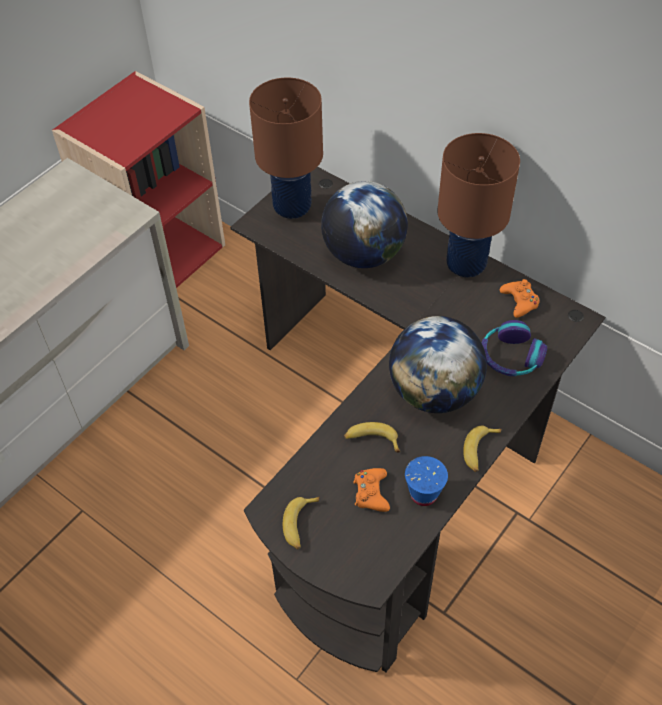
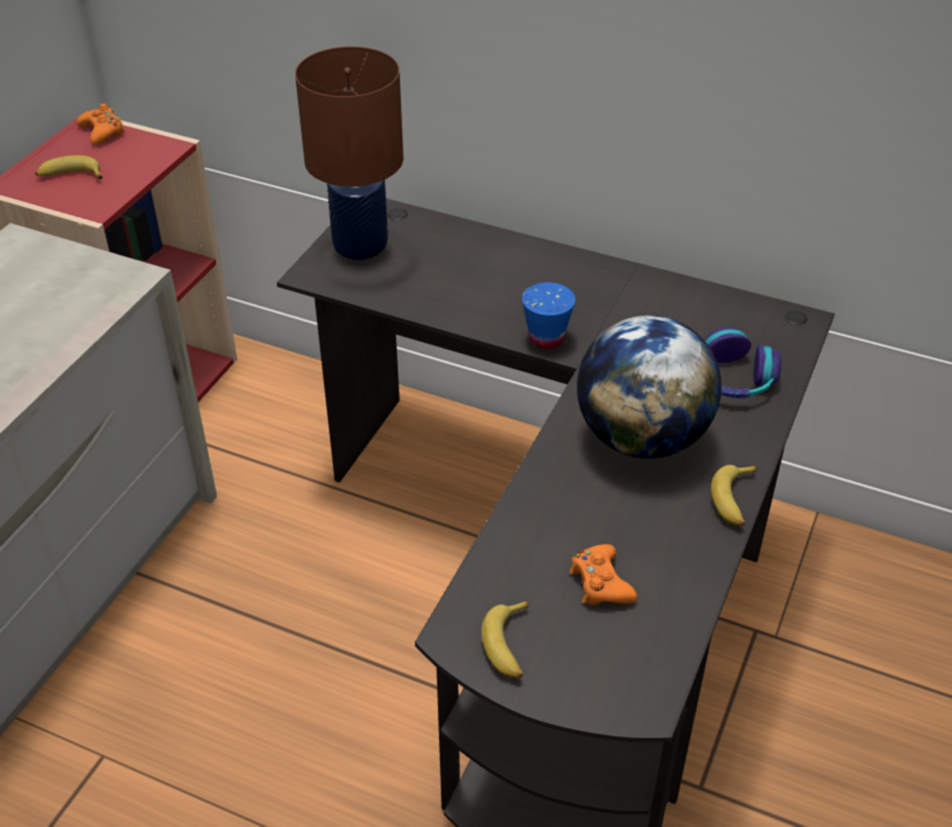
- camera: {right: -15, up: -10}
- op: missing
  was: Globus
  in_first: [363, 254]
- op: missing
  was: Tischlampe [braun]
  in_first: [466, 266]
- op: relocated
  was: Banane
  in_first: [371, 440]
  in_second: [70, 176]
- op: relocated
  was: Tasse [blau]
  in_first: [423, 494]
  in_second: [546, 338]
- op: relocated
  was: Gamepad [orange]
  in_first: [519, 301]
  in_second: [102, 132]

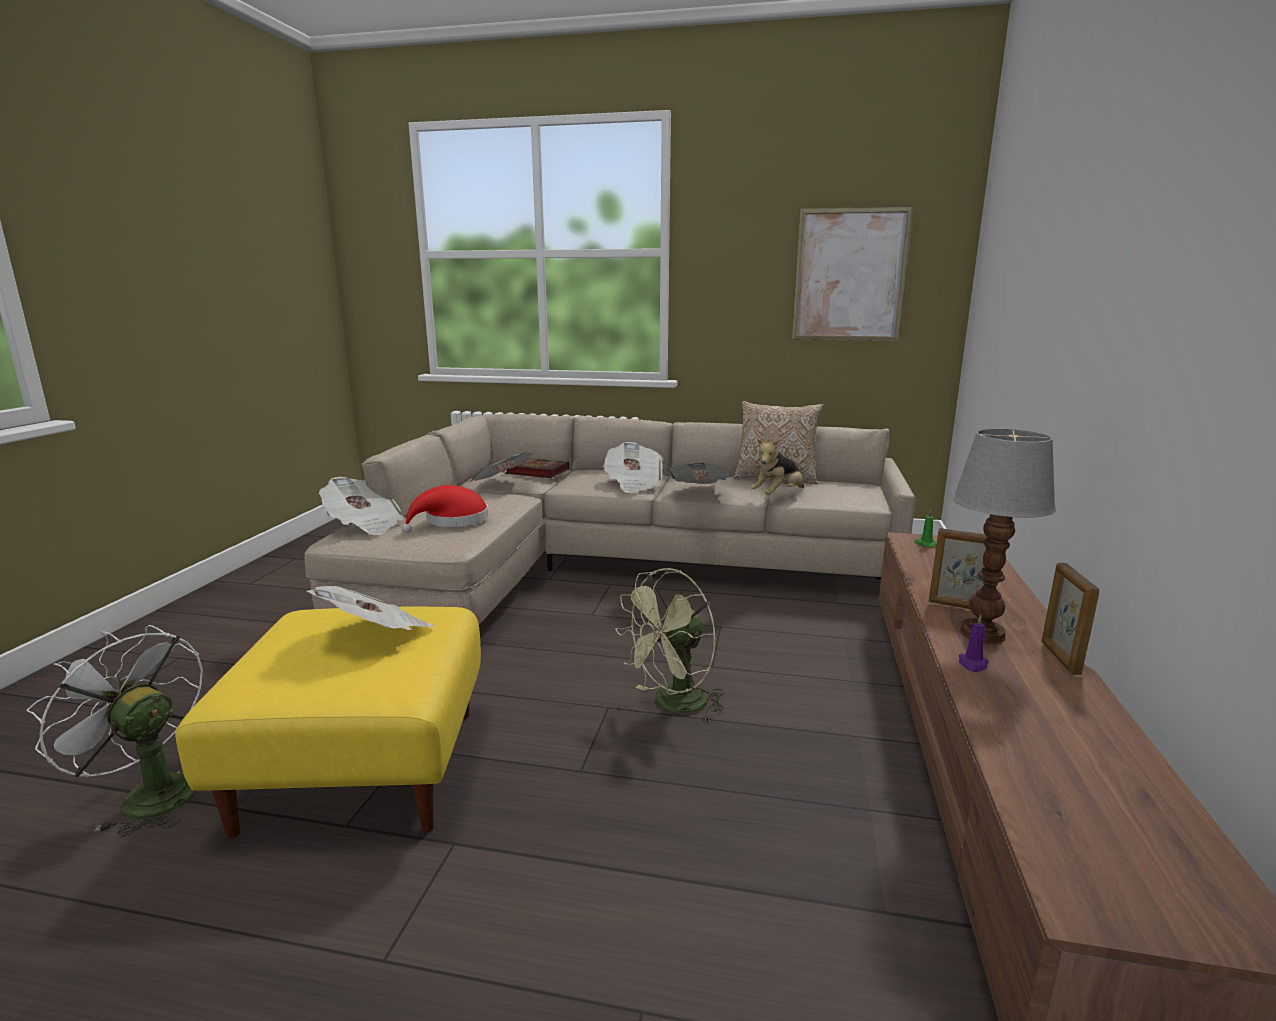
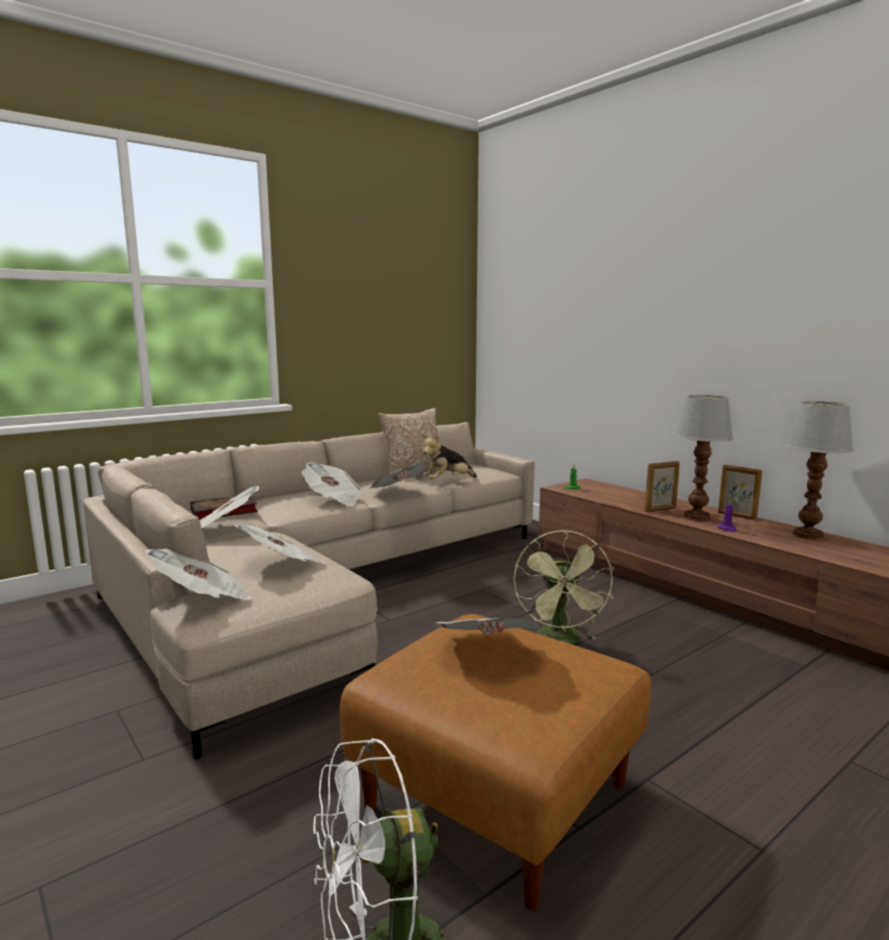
- camera: {right: -50, up: -5}
- op: missing
  was: Bild
  in_first: [850, 275]
- op: appeared
  now: Tischlampe
  in_second: [806, 535]
- op: exchanged
  was: Hut [rot]
  now: Zeitung
  in_first: [452, 521]
  in_second: [282, 565]
- op: colour
  was: Polsterhocker [gelb]
  now: Polsterhocker [braun]
  in_first: [361, 767]
  in_second: [494, 796]
- op: spun
  was: Plüschtier
  in_first: [778, 495]
  in_second: [448, 482]
  clockwise: 60

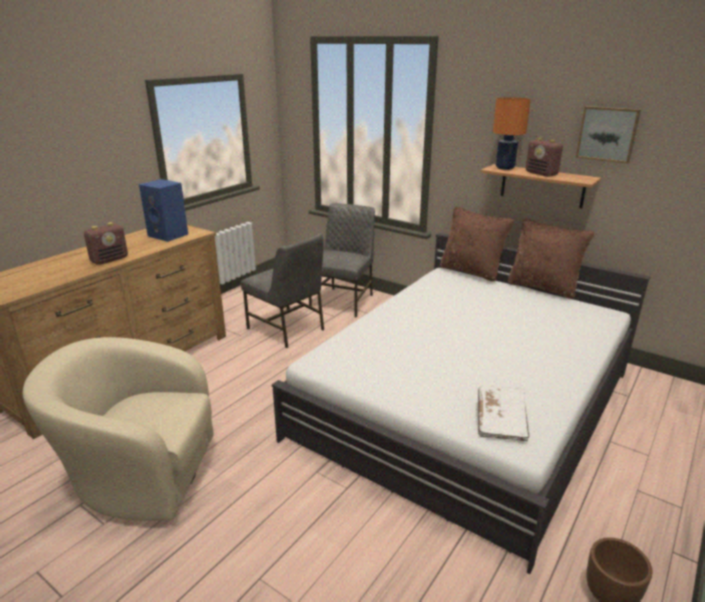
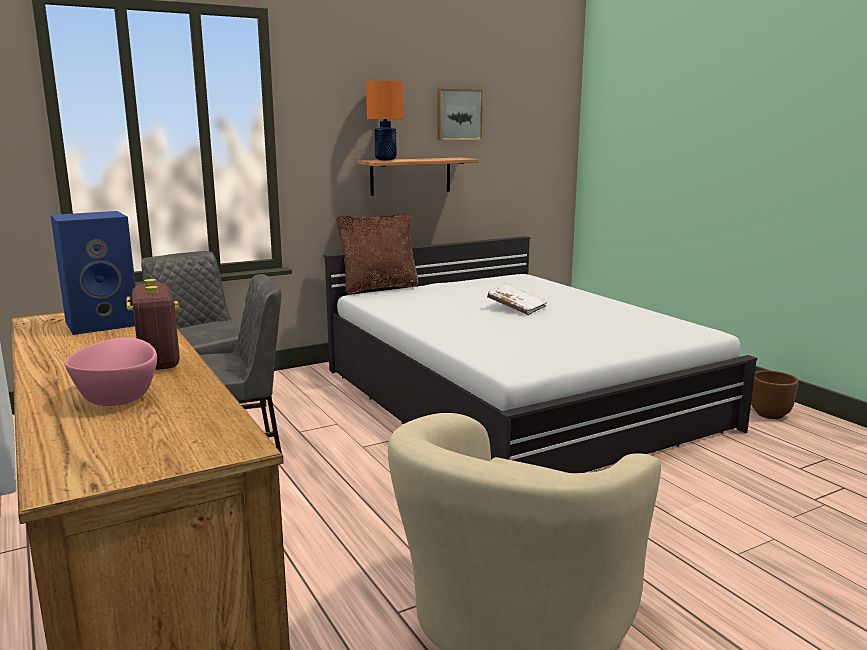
- camera: {right: -65, up: -10}
- op: missing
  was: Kissen [braun]
  in_first: [543, 289]
- op: missing
  was: Radio
  in_first: [541, 174]
- op: appeared
  now: Schüssel [rosa]
  in_second: [119, 396]
- op: relocated
  was: Buch [weiß]
  in_first: [501, 421]
  in_second: [516, 308]

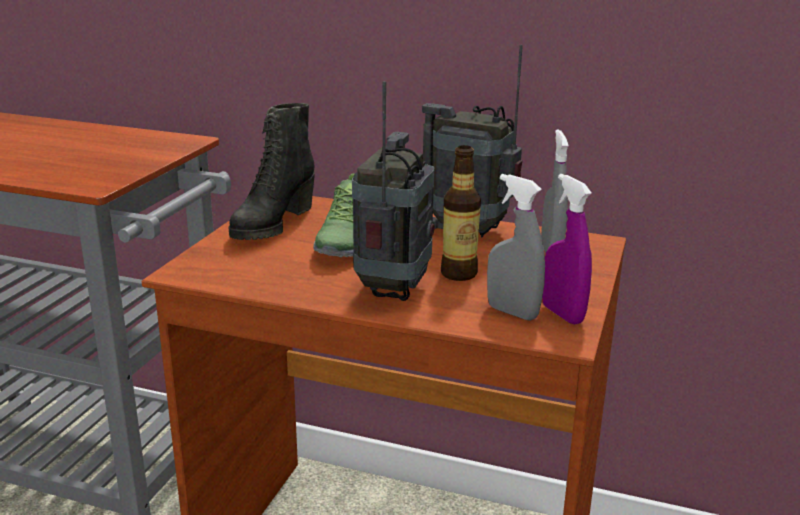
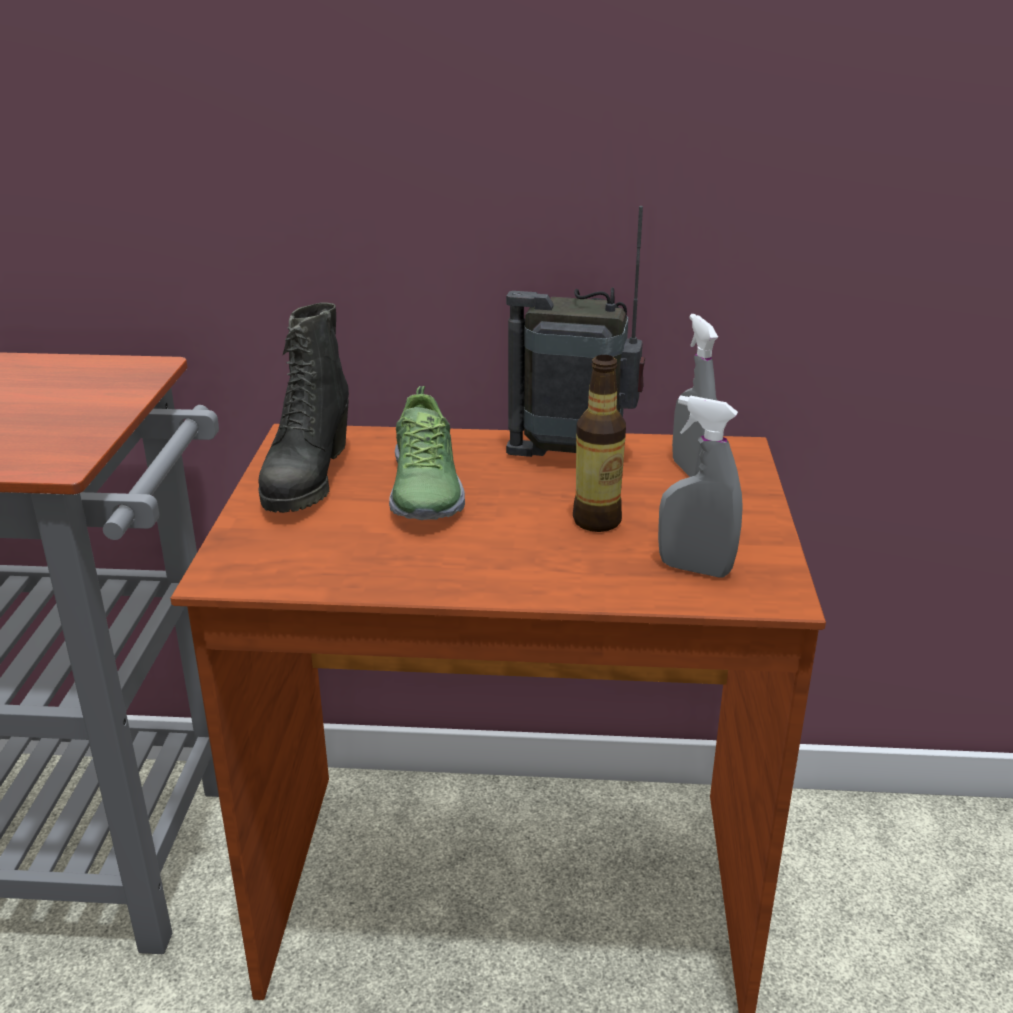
- camera: {right: -15, up: 5}
- op: missing
  was: Radio
  in_first: [393, 289]
- op: missing
  was: Sprühflasche [lila]
  in_first: [562, 314]

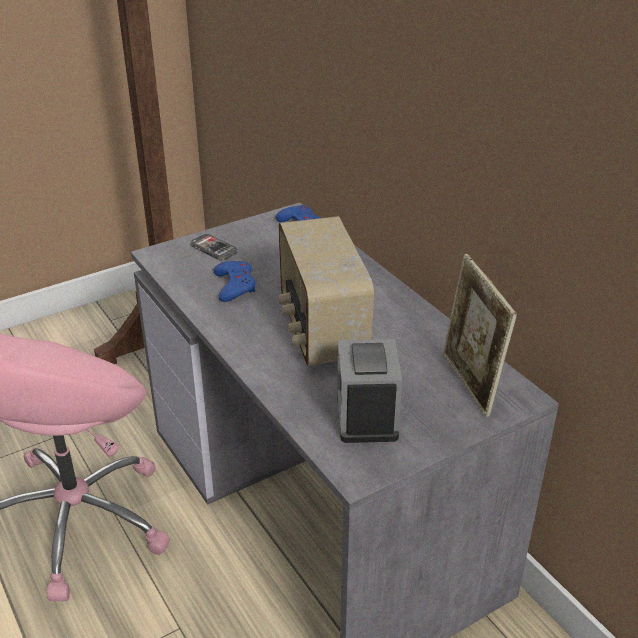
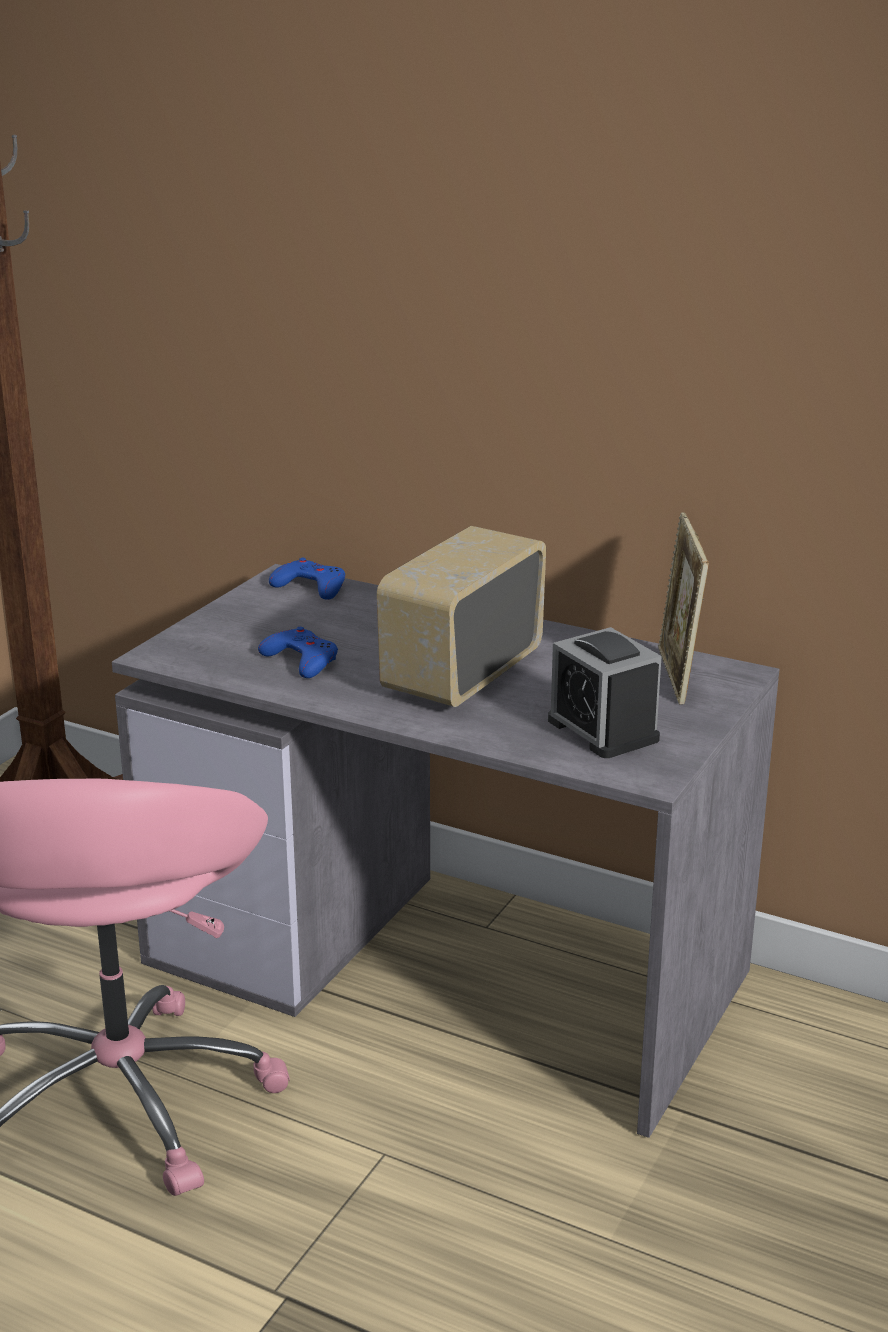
- camera: {right: -30, up: -10}
- op: missing
  was: Handy
  in_first: [214, 249]
- op: spun
  was: Radio
  in_first: [321, 330]
  in_second: [461, 674]
  clockwise: 75
- op: spun
  was: Bilderrahmen
  in_first: [470, 384]
  in_second: [677, 676]
  clockwise: 45

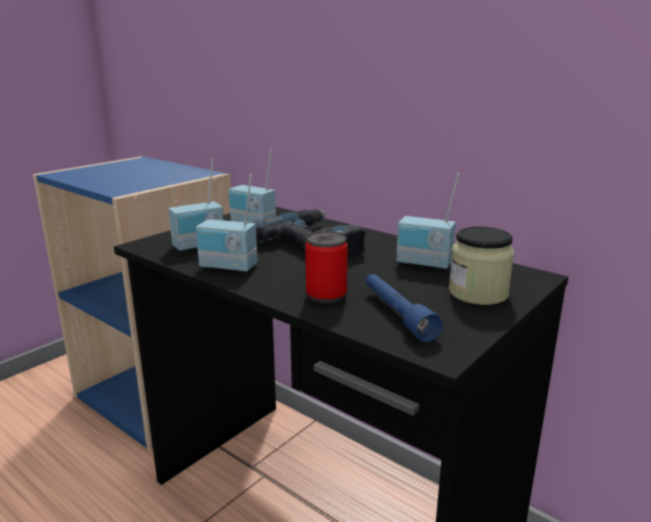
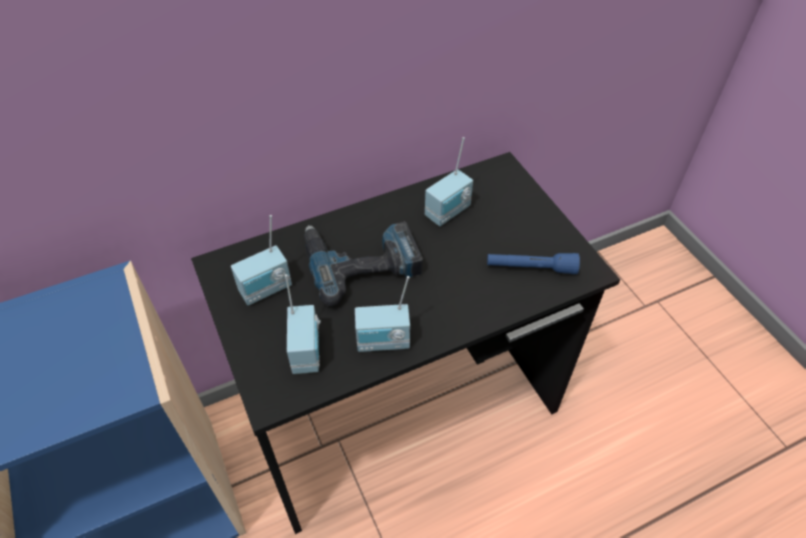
- camera: {right: -65, up: 30}
- op: missing
  was: Dose
  in_first: [326, 295]
- op: missing
  was: Vorratsglas
  in_first: [478, 293]
- op: spun
  was: Radio
  in_first: [227, 267]
  in_second: [383, 342]
  clockwise: 45

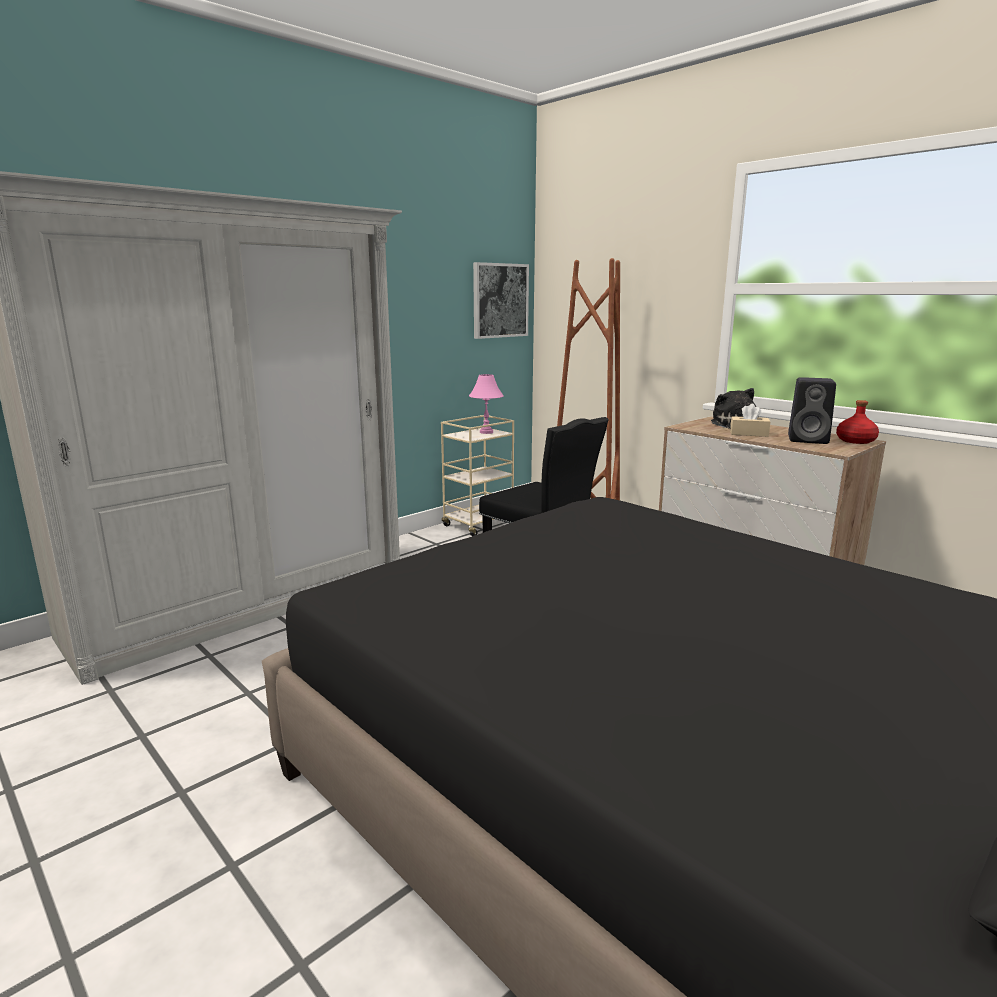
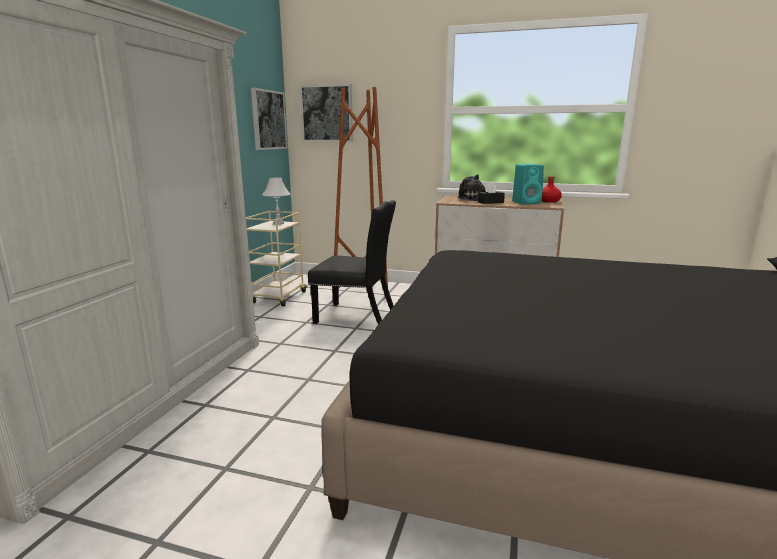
- camera: {right: -30, up: 0}
- op: appeared
  now: Bild
  in_second: [327, 113]
- op: colour
  was: Tischlampe [rosa]
  now: Tischlampe [weiß]
  in_first: [486, 432]
  in_second: [278, 223]
- op: colour
  was: Taschentuchbox [beige]
  now: Taschentuchbox [schwarz]
  in_first: [749, 434]
  in_second: [490, 202]
- op: colour
  was: Lautsprecher [schwarz]
  now: Lautsprecher [türkis]
  in_first: [809, 440]
  in_second: [527, 202]

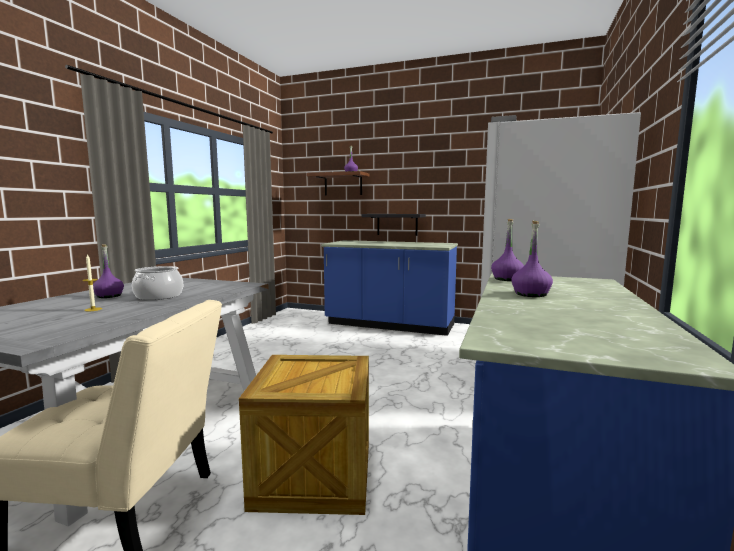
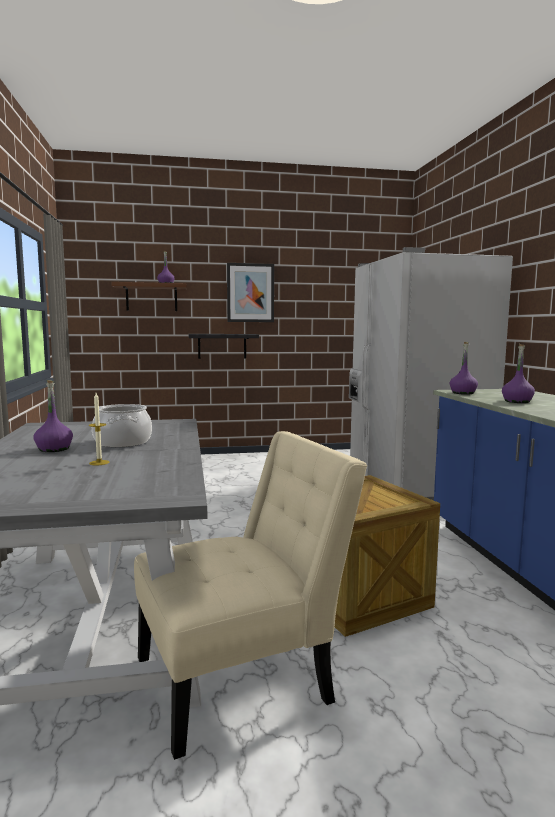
- camera: {right: -30, up: 0}
- op: missing
  was: Küchenzeile [blau]
  in_first: [389, 325]
- op: appeared
  now: Bild
  in_second: [250, 293]

